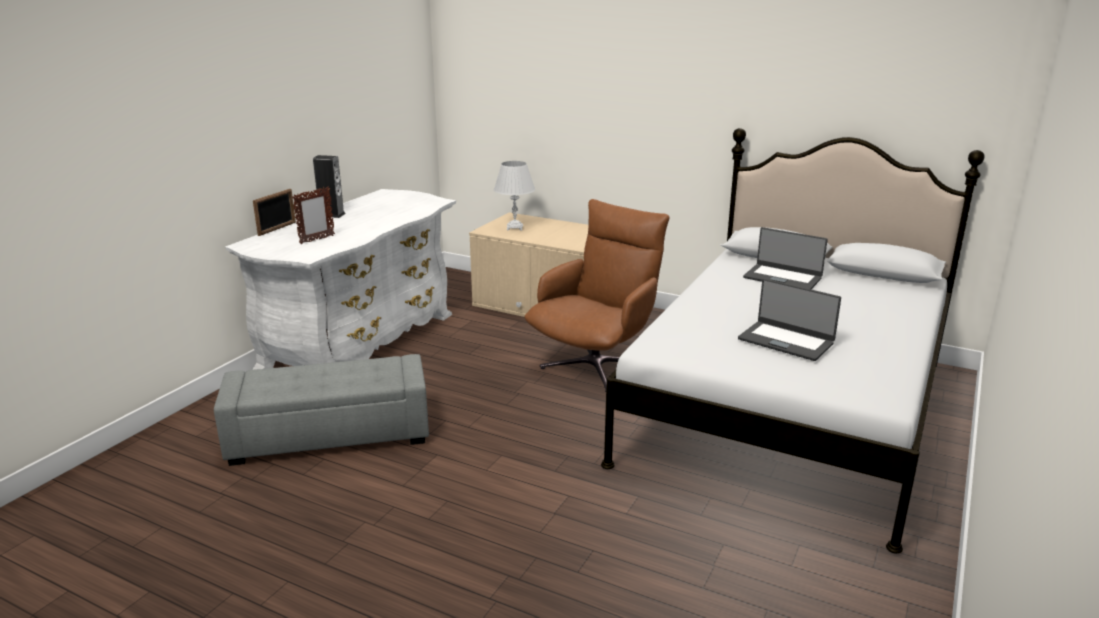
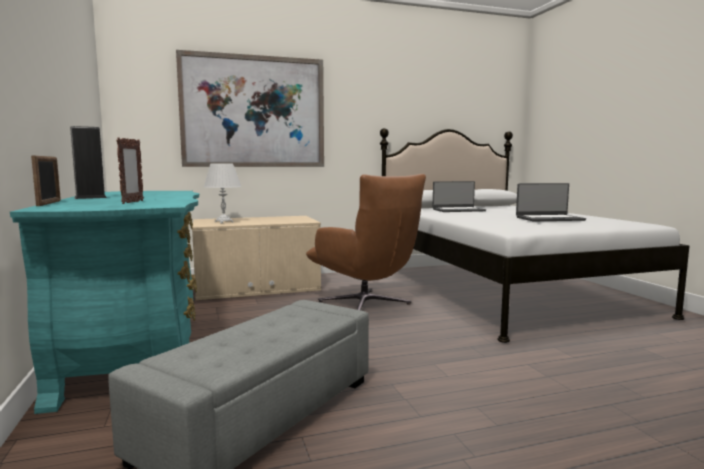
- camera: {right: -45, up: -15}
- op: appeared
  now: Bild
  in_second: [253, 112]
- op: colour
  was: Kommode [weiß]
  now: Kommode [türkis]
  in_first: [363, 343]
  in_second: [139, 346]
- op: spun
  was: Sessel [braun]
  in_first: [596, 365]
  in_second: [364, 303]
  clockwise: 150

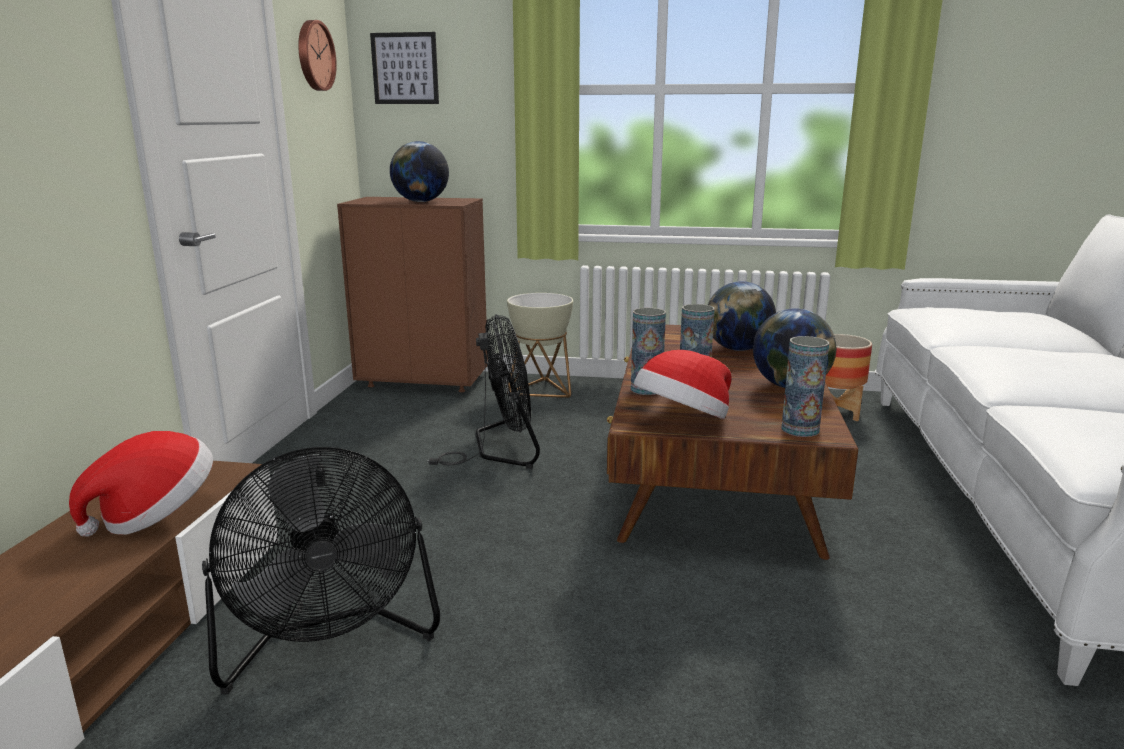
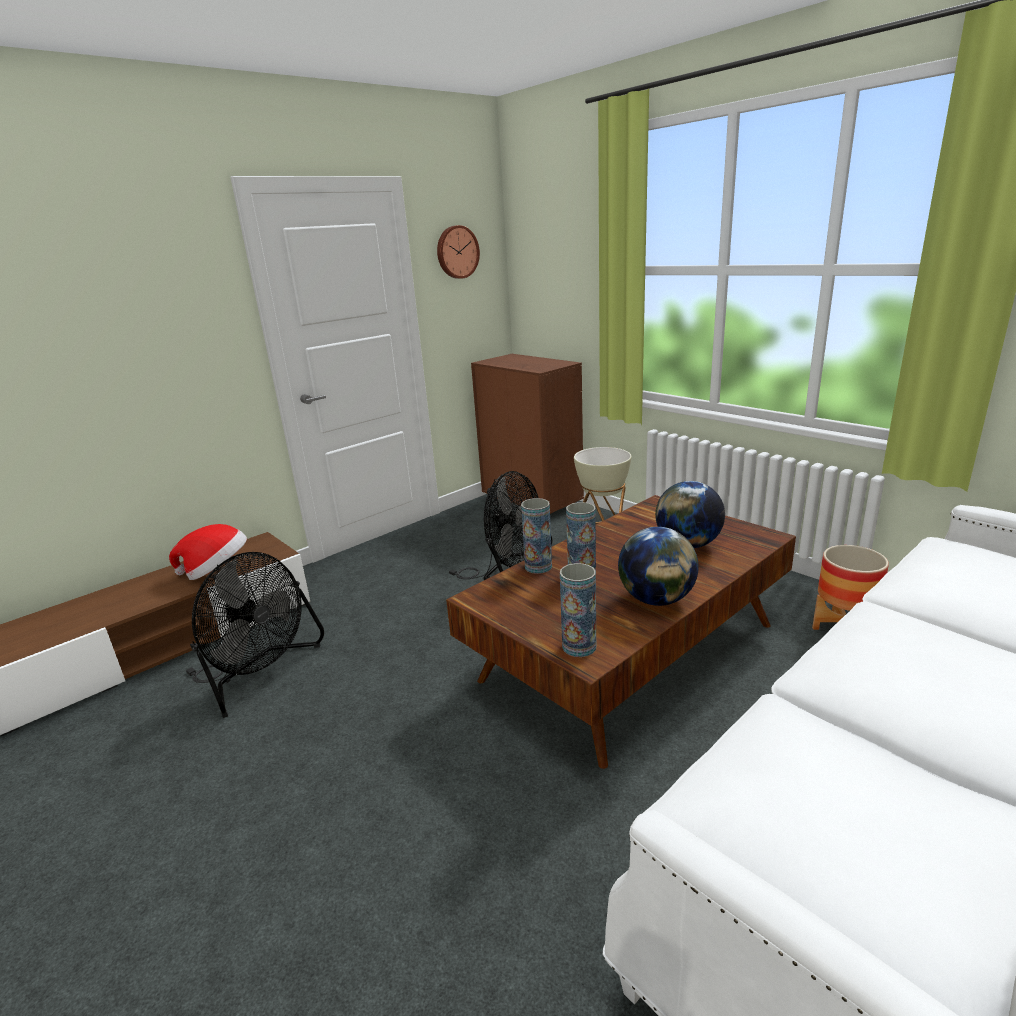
- camera: {right: 40, up: 5}
- op: missing
  was: Bild
  in_first: [405, 68]
- op: missing
  was: Globus
  in_first: [421, 202]
- op: missing
  was: Hut
  in_first: [683, 421]
- op: spun
  was: Ventilator [schwarz]
  in_first: [319, 641]
  in_second: [254, 674]
  clockwise: -75

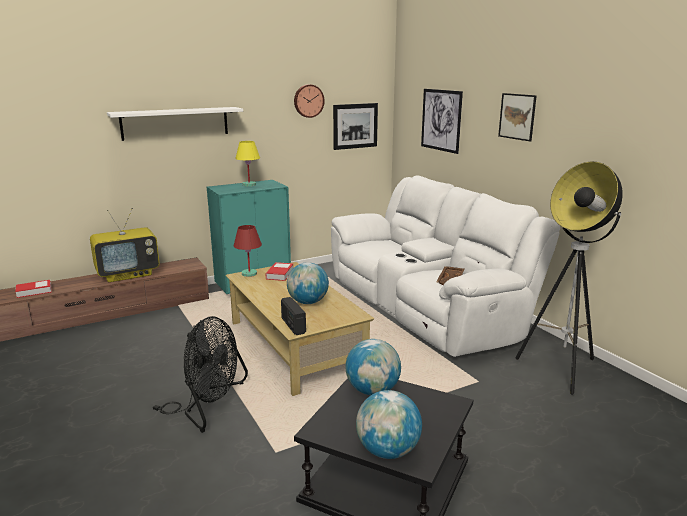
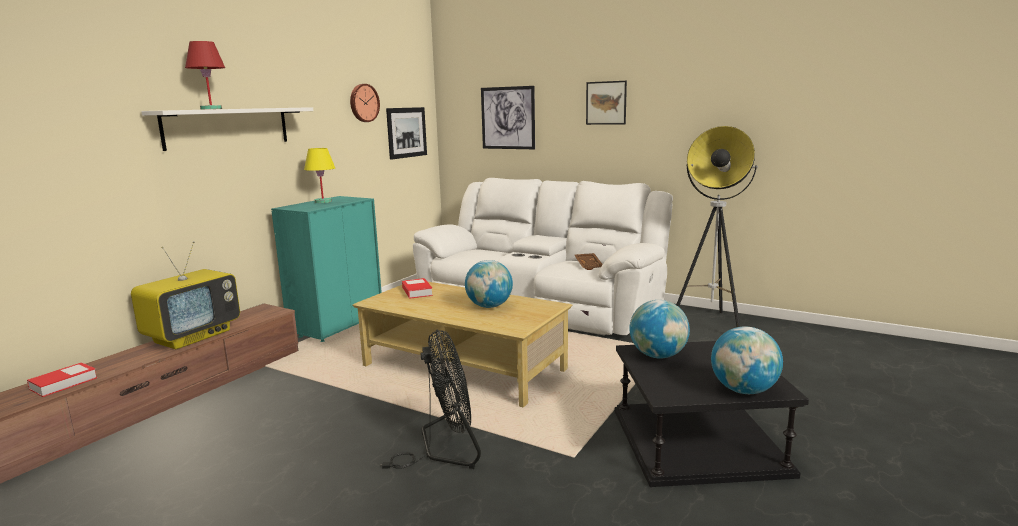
- camera: {right: -30, up: -5}
- op: missing
  was: Radio
  in_first: [293, 325]
- op: relocated
  was: Tischlampe [rot]
  in_first: [249, 274]
  in_second: [211, 109]

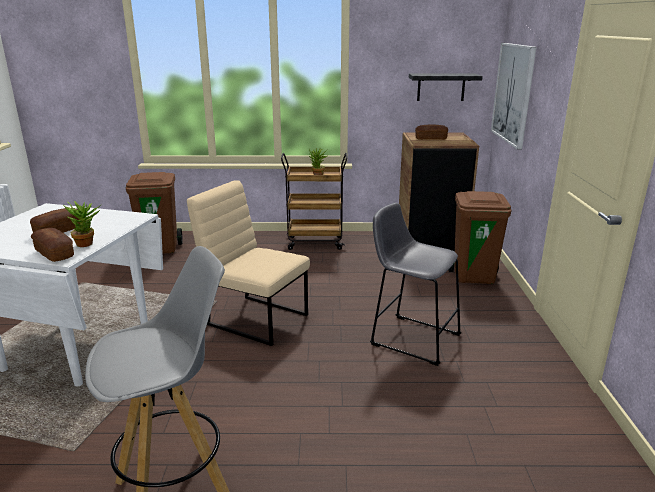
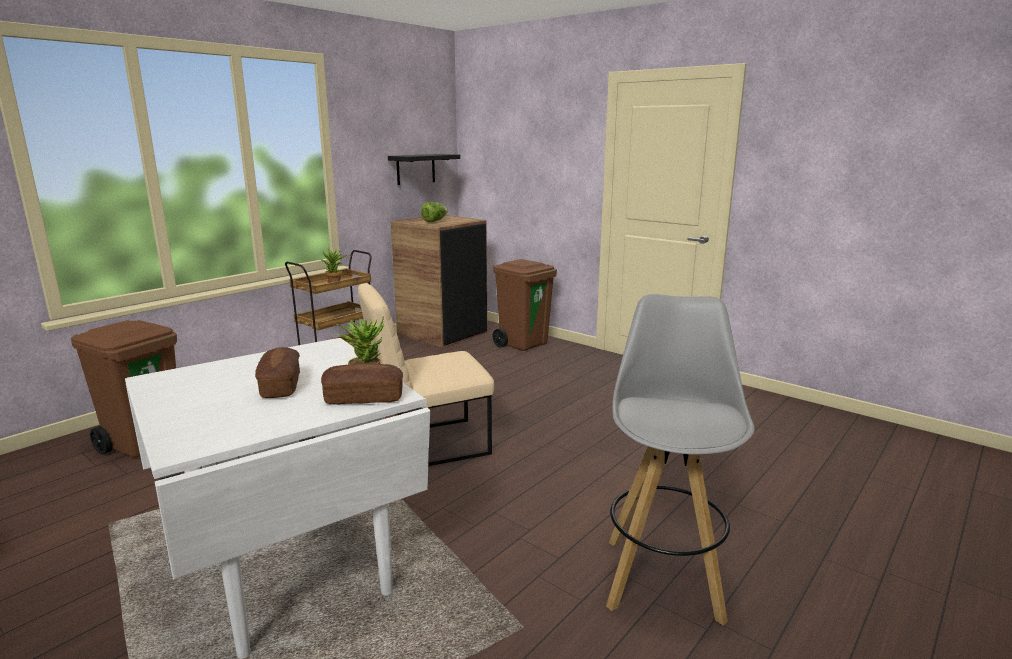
- camera: {right: -50, up: -5}
- op: missing
  was: Hocker [grau]
  in_first: [411, 338]
- op: missing
  was: Bild
  in_first: [513, 93]
- op: exchanged
  was: Brot
  now: Salatkopf
  in_first: [431, 139]
  in_second: [434, 221]

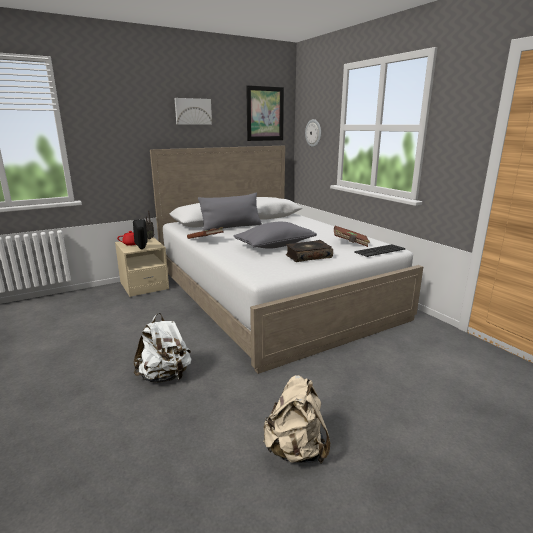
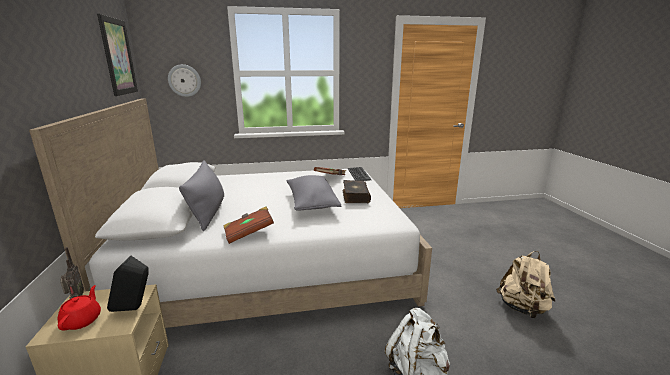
- camera: {right: -70, up: 0}
- op: missing
  was: Bild
  in_first: [193, 111]

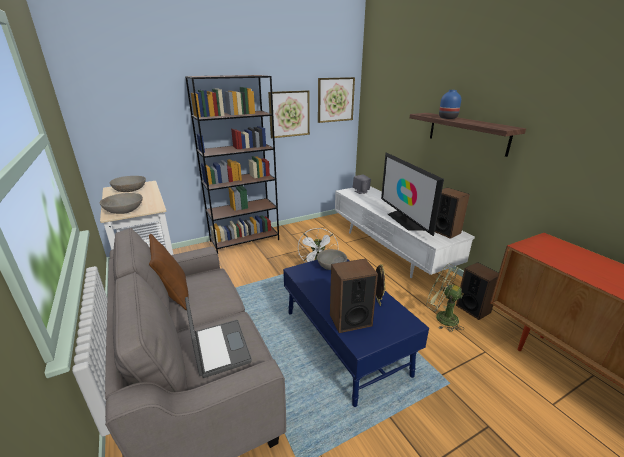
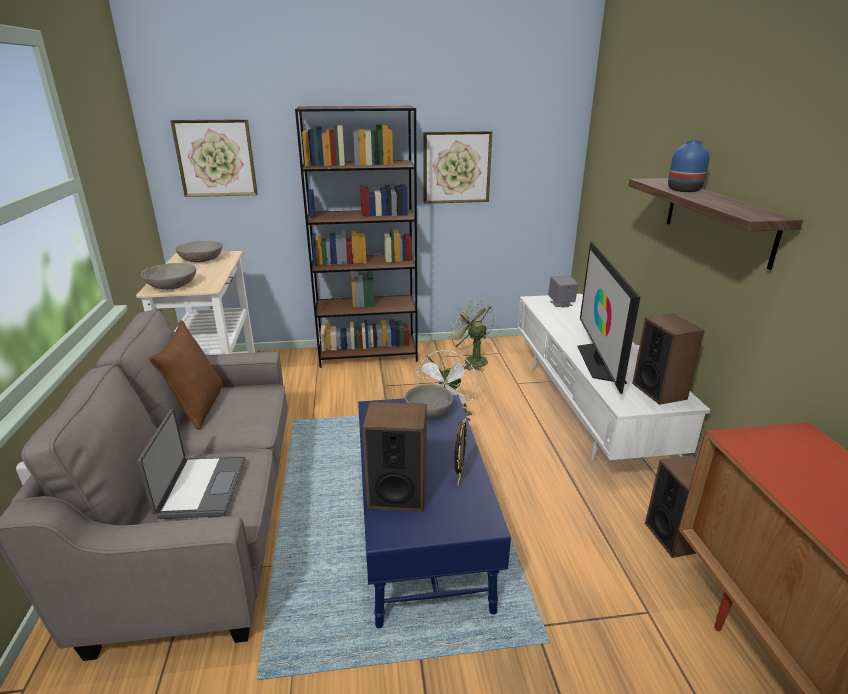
- camera: {right: 20, up: 0}
- op: relocated
  was: Bild
  in_first: [335, 99]
  in_second: [216, 158]
- op: relocated
  was: Ventilator [grün]
  in_first: [441, 317]
  in_second: [471, 360]

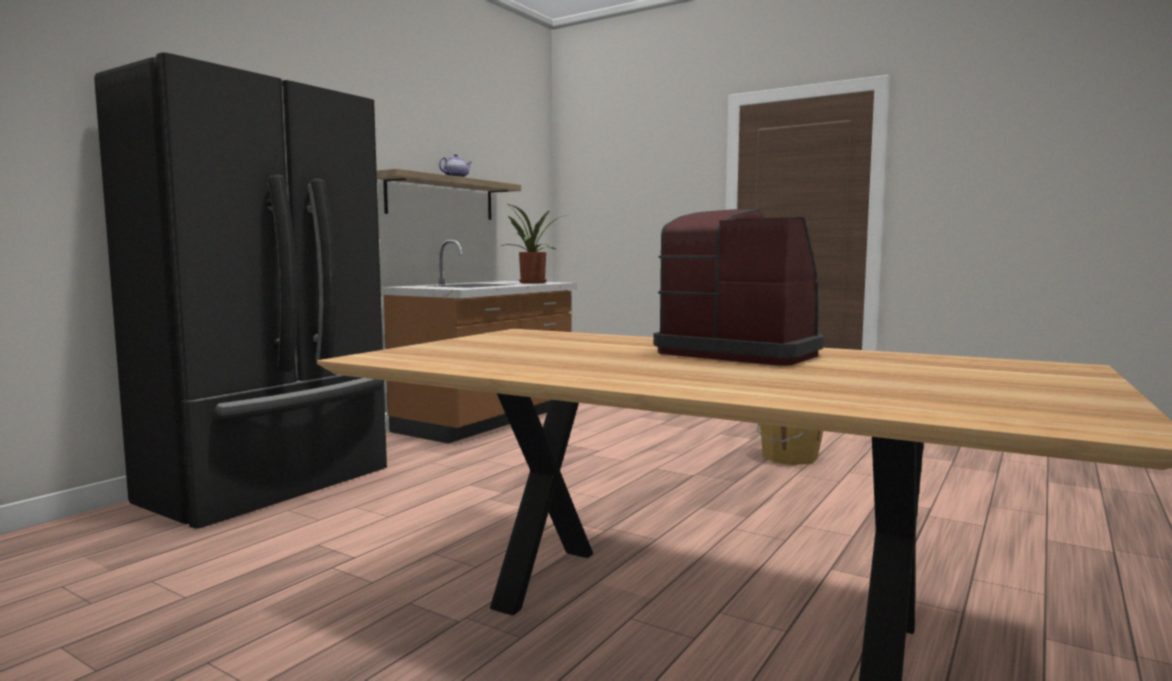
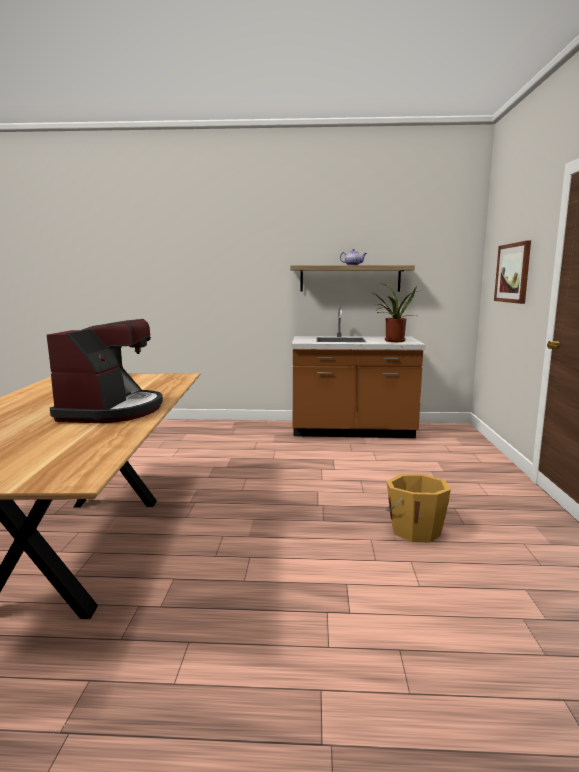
- camera: {right: 60, up: 5}
- op: missing
  was: Kühlschrank [schwarz]
  in_first: [275, 485]
- op: appeared
  now: Bild
  in_second: [513, 273]

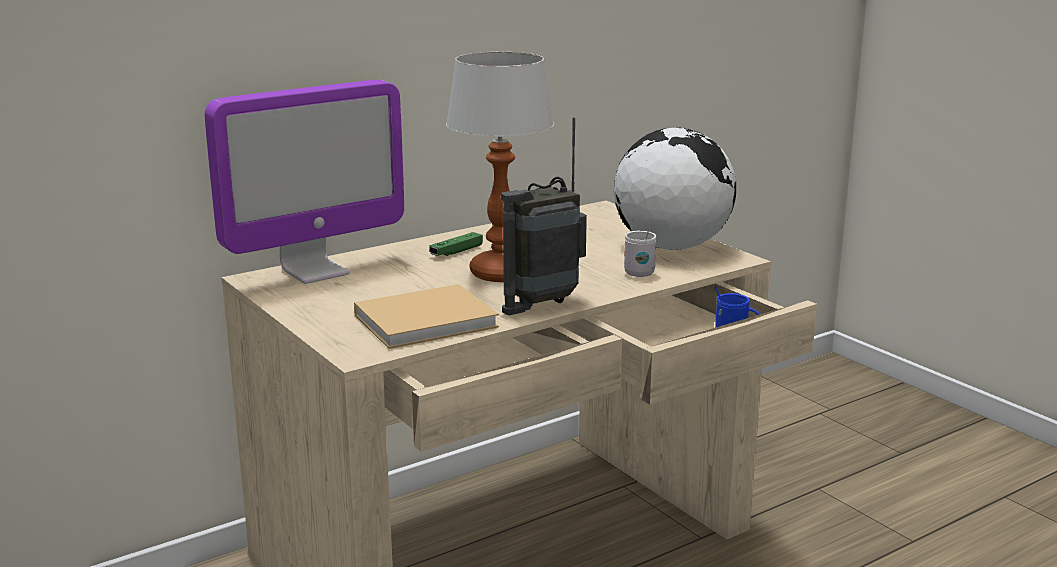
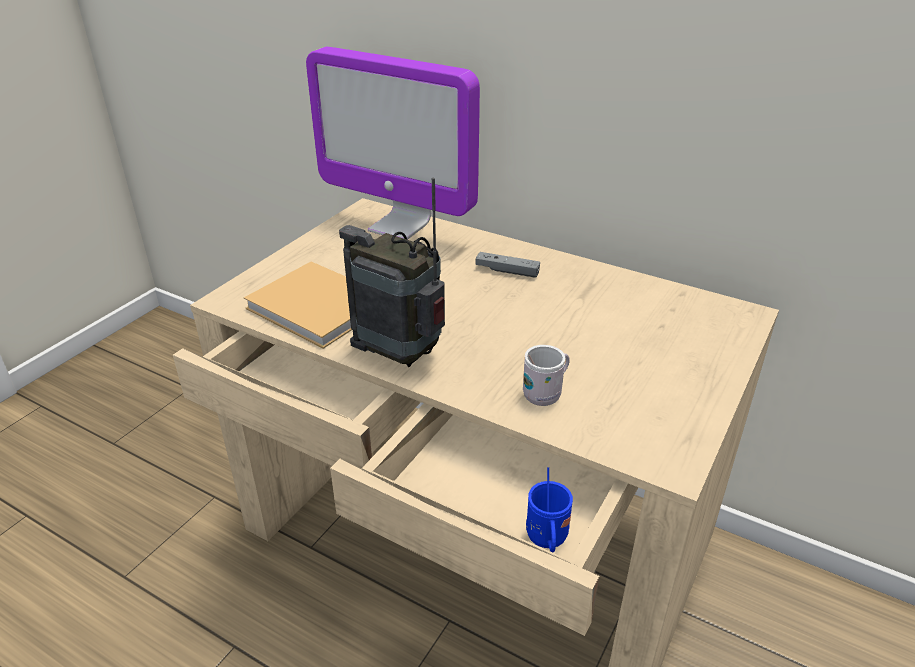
- camera: {right: 65, up: 15}
- op: missing
  was: Tischlampe
  in_first: [501, 273]
- op: missing
  was: Globus
  in_first: [671, 247]
- op: colour
  was: Gamepad [grün]
  now: Gamepad [grau]
  in_first: [456, 252]
  in_second: [507, 271]

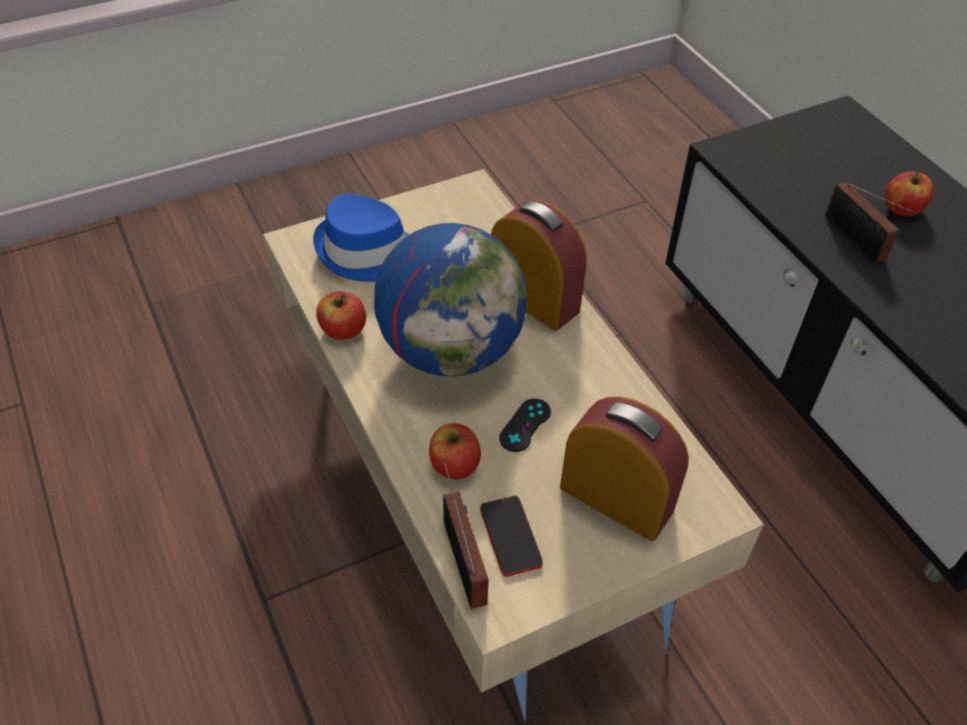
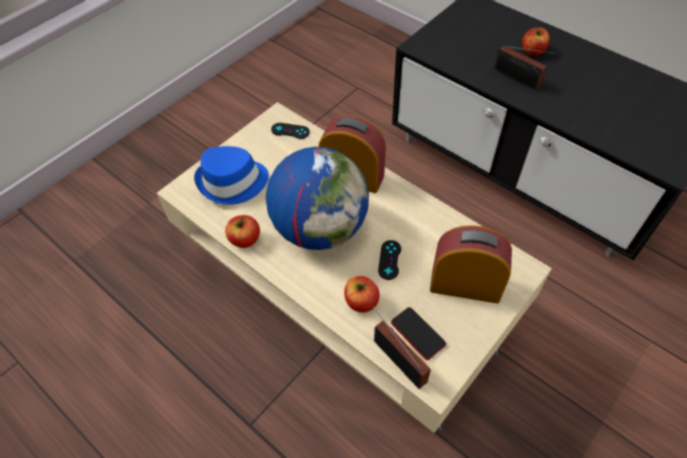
- camera: {right: -20, up: 5}
- op: appeared
  now: Gamepad [schwarz]
  in_second: [290, 131]

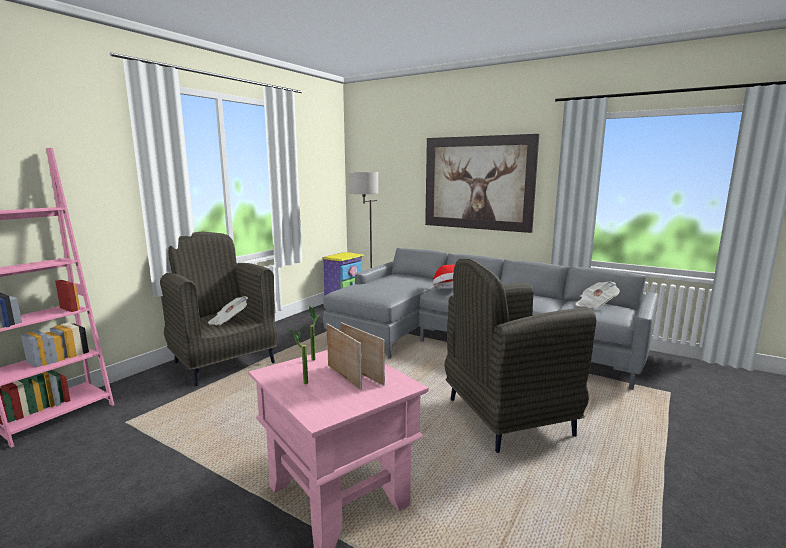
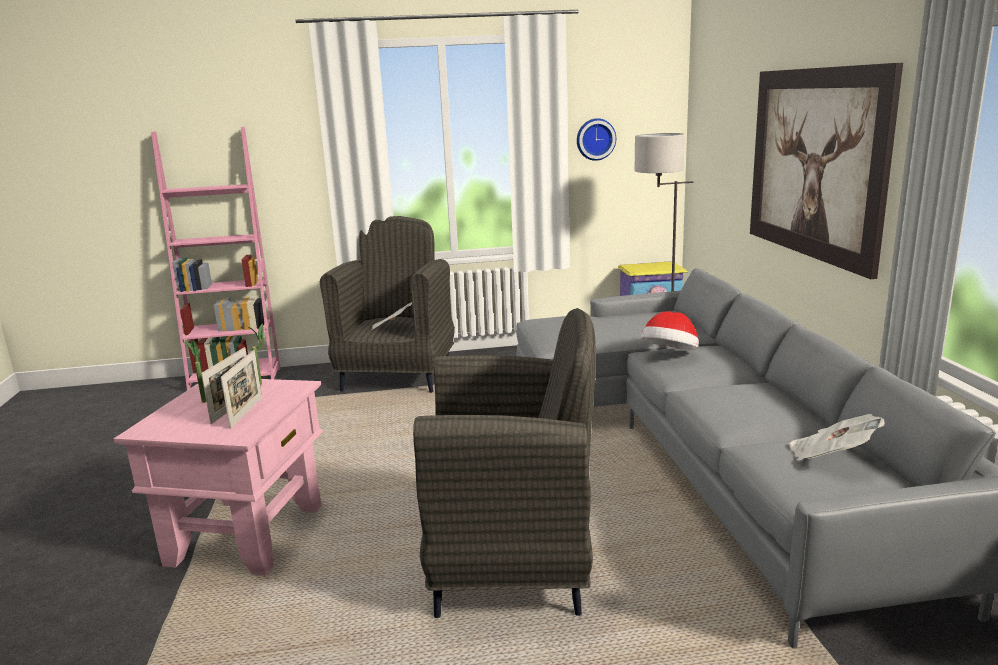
- camera: {right: 50, up: 5}
- op: appeared
  now: Wanduhr
  in_second: [595, 139]
- op: spun
  was: Sessel [grau]
  in_first: [506, 417]
  in_second: [513, 564]
  clockwise: 150

